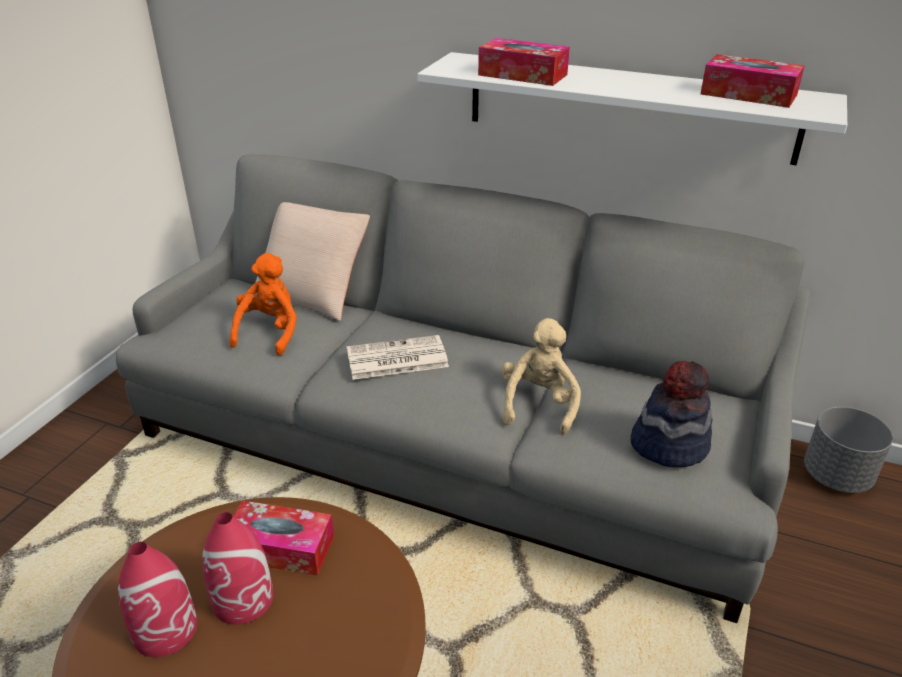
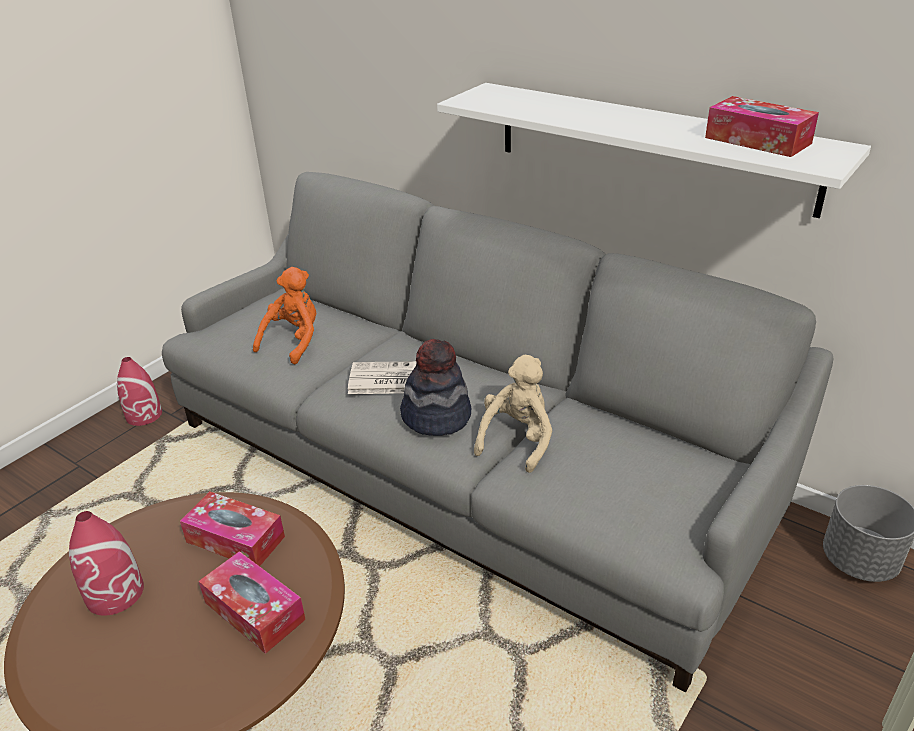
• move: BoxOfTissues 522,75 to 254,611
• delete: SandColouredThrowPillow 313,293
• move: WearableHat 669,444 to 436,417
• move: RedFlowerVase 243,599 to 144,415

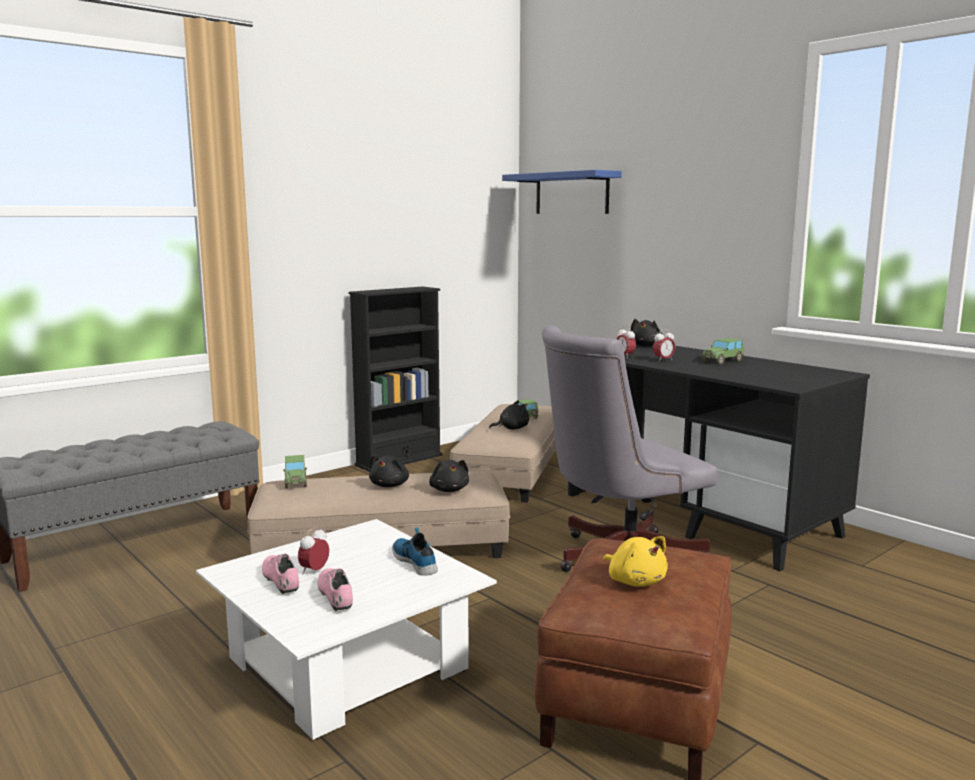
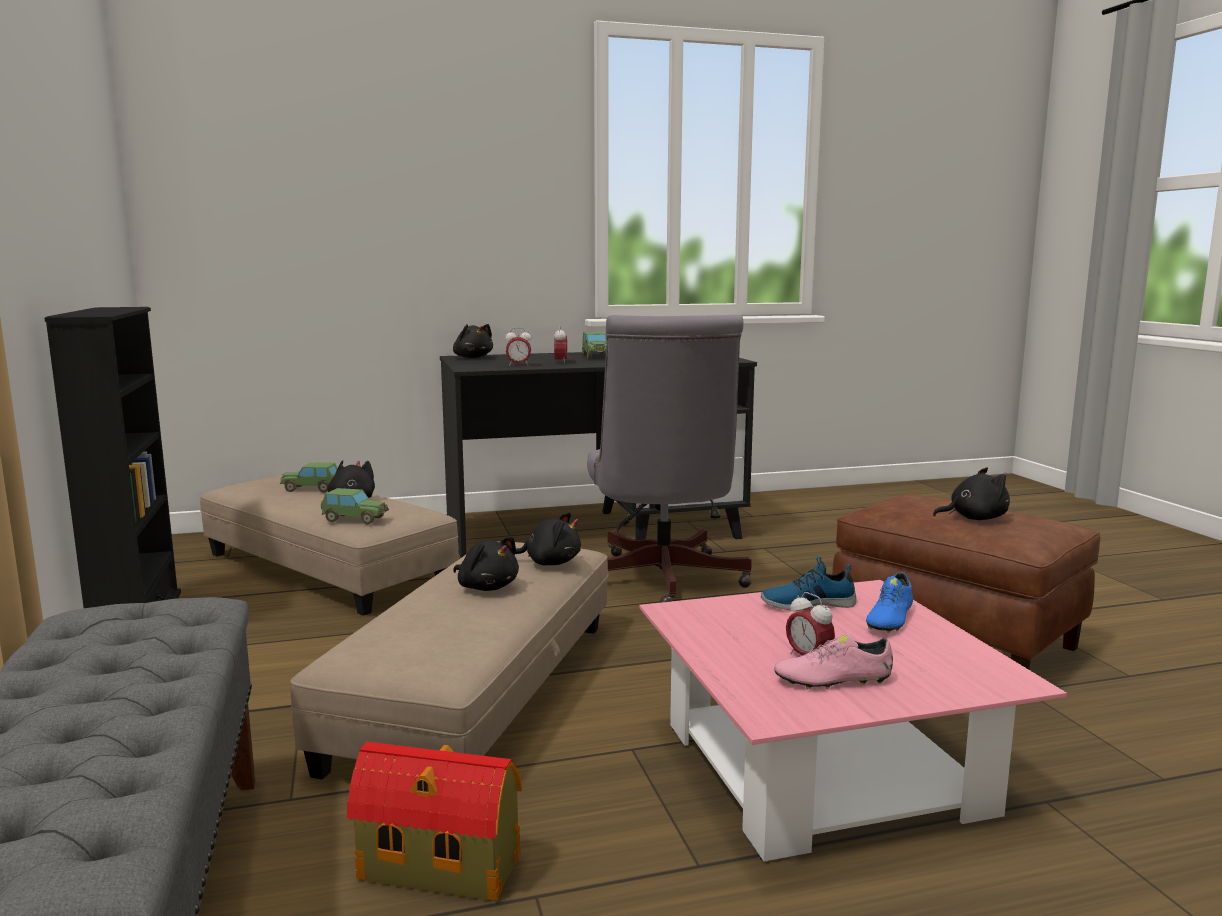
• delete: BluishWallShelf 571,193
• move: MiniatureCar 295,482 to 354,519
• recolor: WhitishLowTable 347,664 to PinkColouredLowTable 822,768
• recolor: YellowishSoftToy 635,581 to BlackColouredSoftToy 974,518
• delete: PinkColouredShoe 336,596
• insert: BluishShoe 889,620
• insert: ModelHouse 443,868

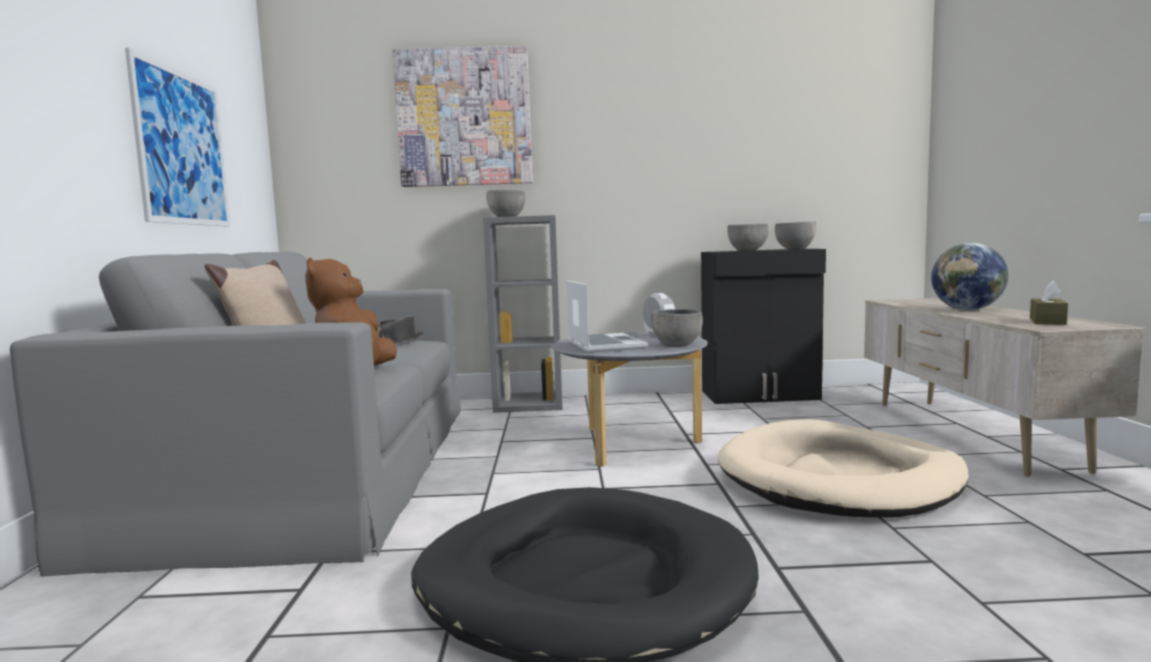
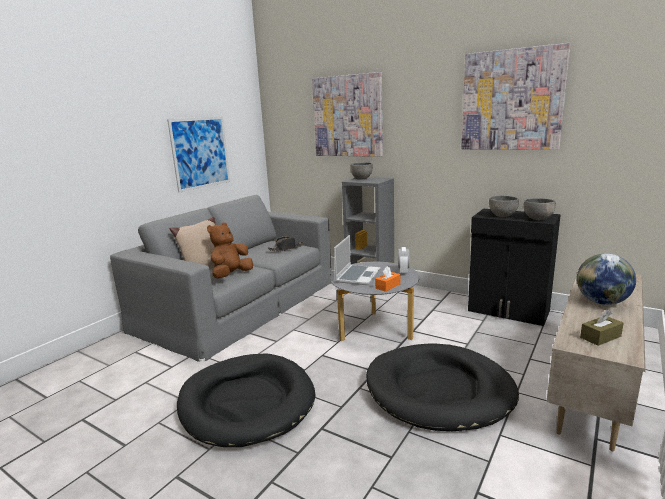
• replace: GreyDeepDish 676,345 to OrangeColouredBoxOfTissues 388,286
• recolor: SandColouredDogBed 838,478 to BlackColouredDogBed 439,390
• insert: Picture 512,100

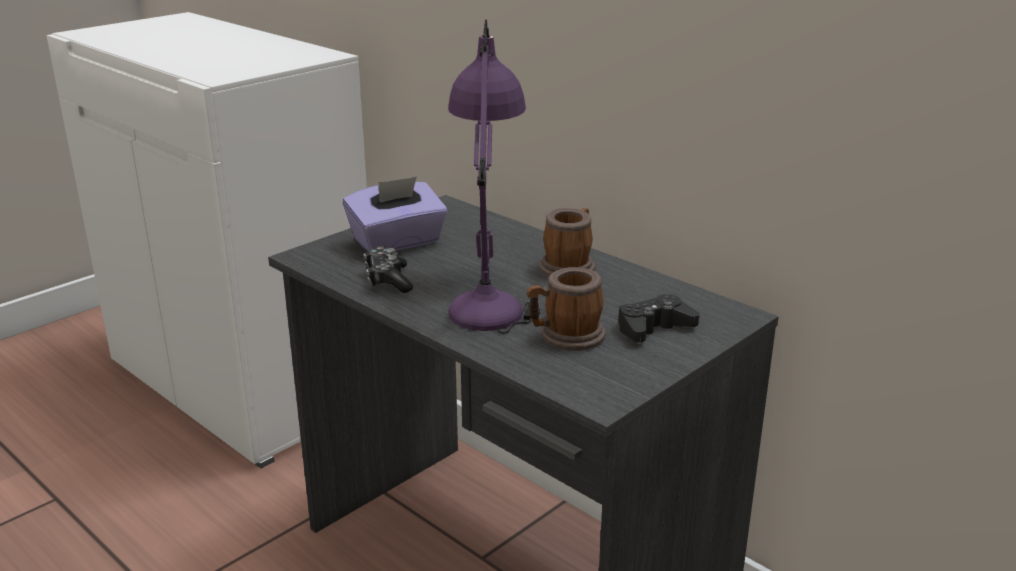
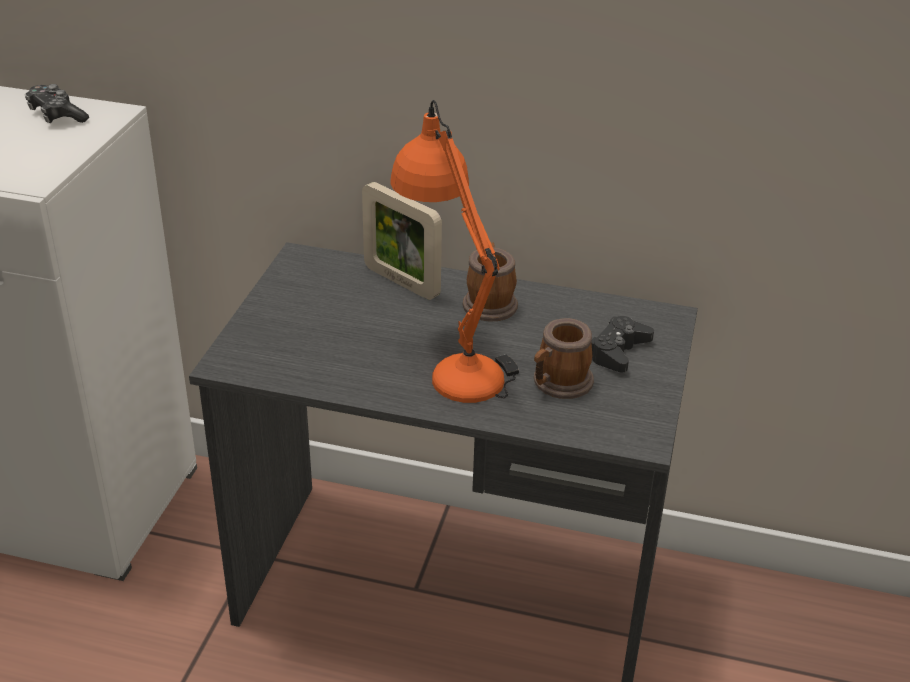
• recolor: PurpleColouredLampForATable 489,294 to OrangeColouredLampForATable 451,357
• delete: PurpleColouredBoxOfTissues 397,243
• move: Gamepad 388,280 to 56,115
• insert: PhotoFrame 401,282

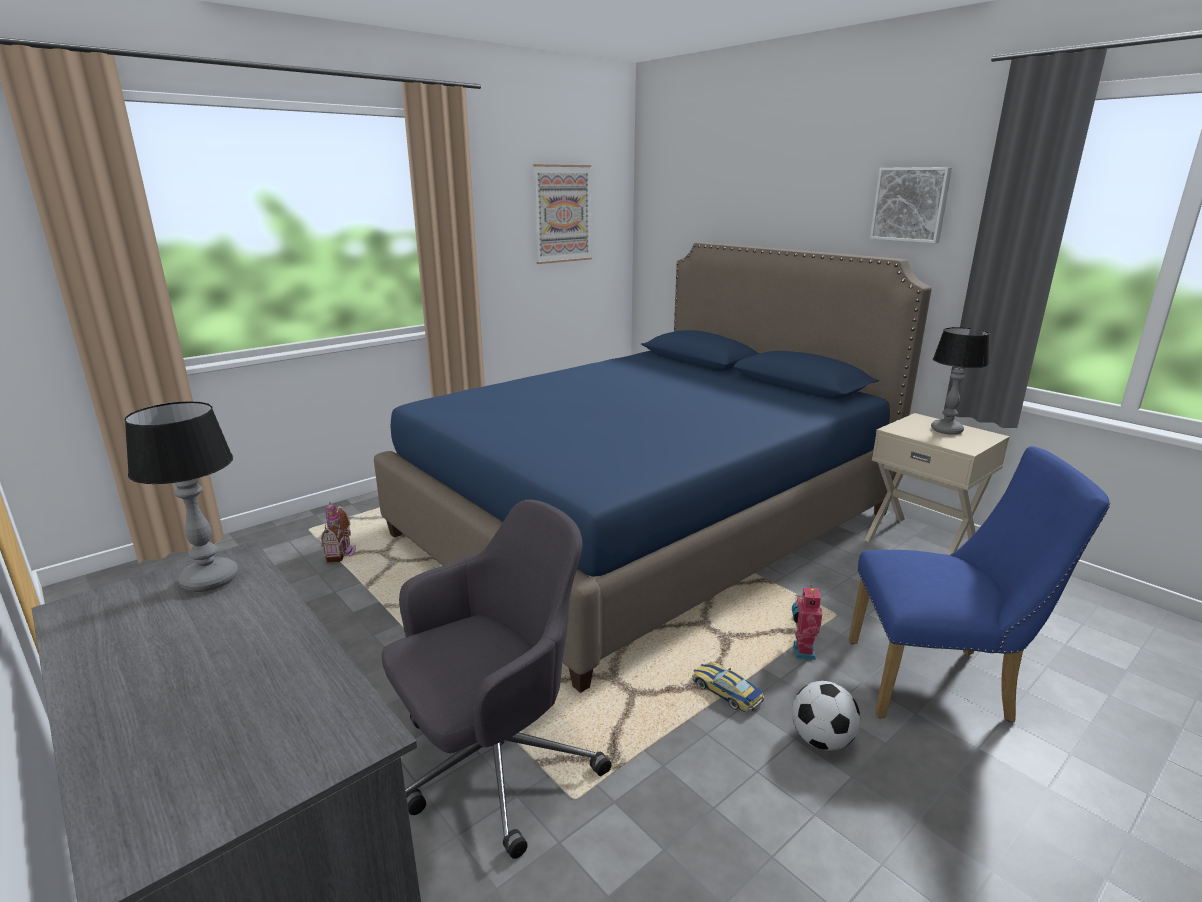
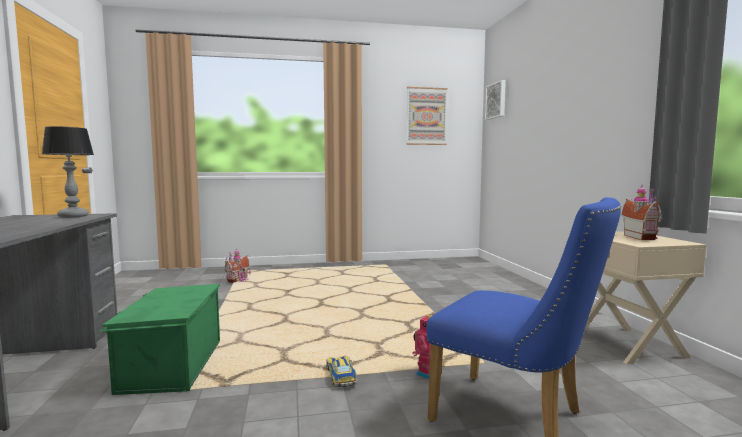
• move: Picture 911,204 to 496,100
• delete: BluishSleepingBed 645,524
• replace: LampForATable 945,430 to ModelHouse 641,237
• replace: GreyComputerChair 494,765 to GreenishStorageBin 170,365
• delete: BallForFootball 822,740

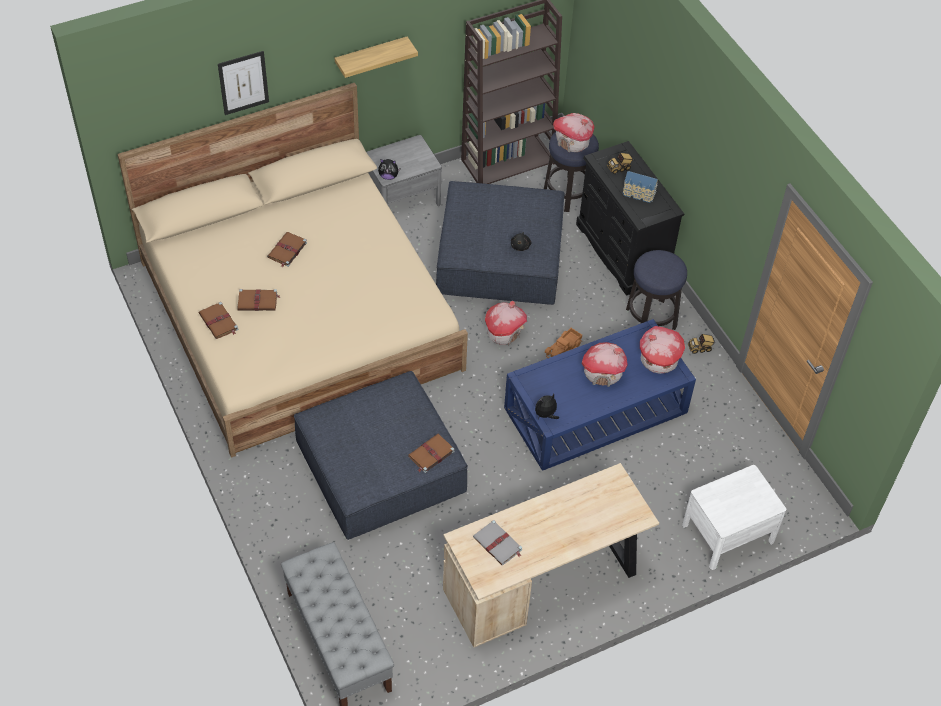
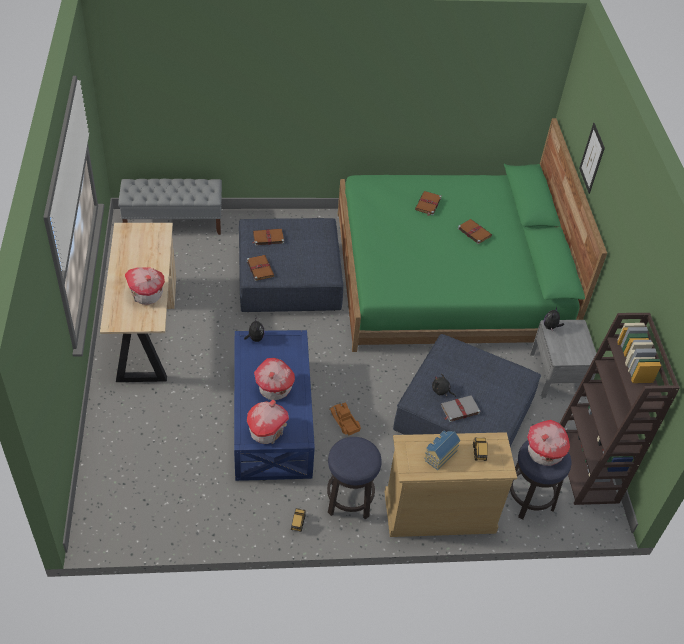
• delete: WallShelf 371,58
• recolor: SandColouredSleepingBed 299,314 to GreenishSleepingBed 449,277
• recolor: BlackColouredDresser 622,251 to SandColouredDresser 439,512
• move: ModelHouse 504,332 to 146,294
• move: BrownBook 219,322 to 267,238
• delete: WhitishNightTable 727,533
• move: GreyBook 498,544 to 459,409

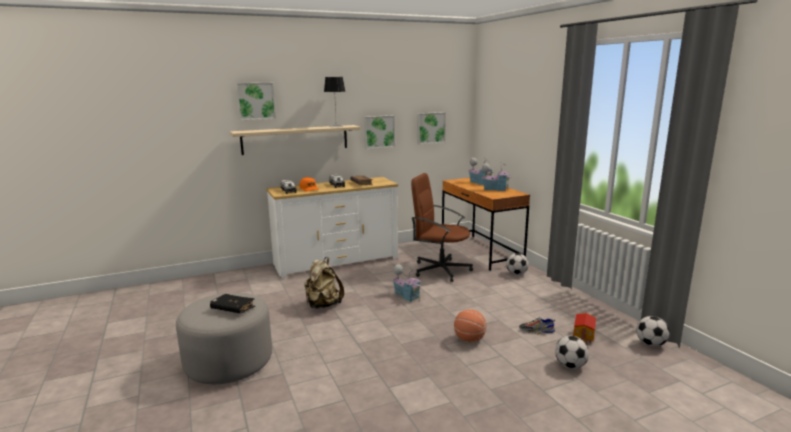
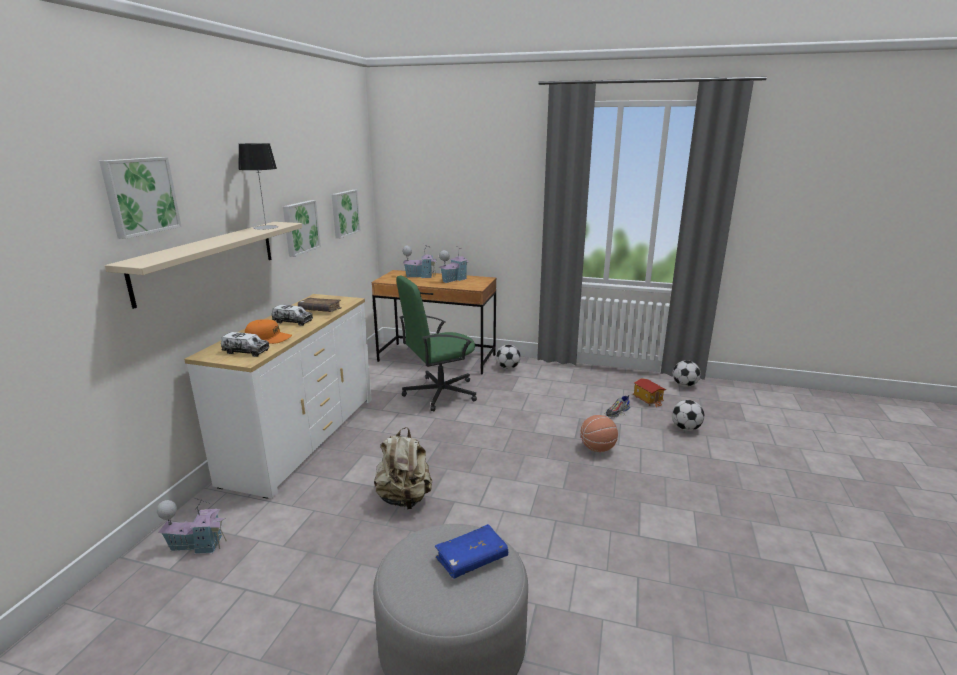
• recolor: BrownComputerChair 440,270 to GreenishComputerChair 439,393
• move: ModelHouse 407,296 to 197,545
• recolor: BlackColouredBook 233,309 to BluishBook 471,559

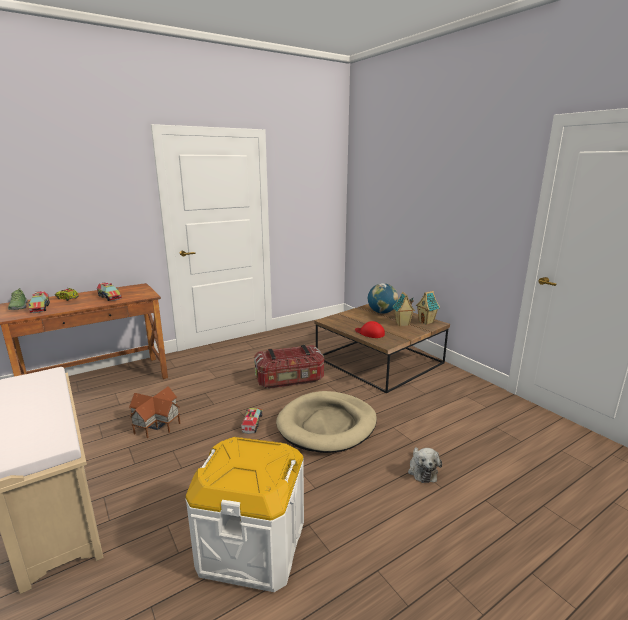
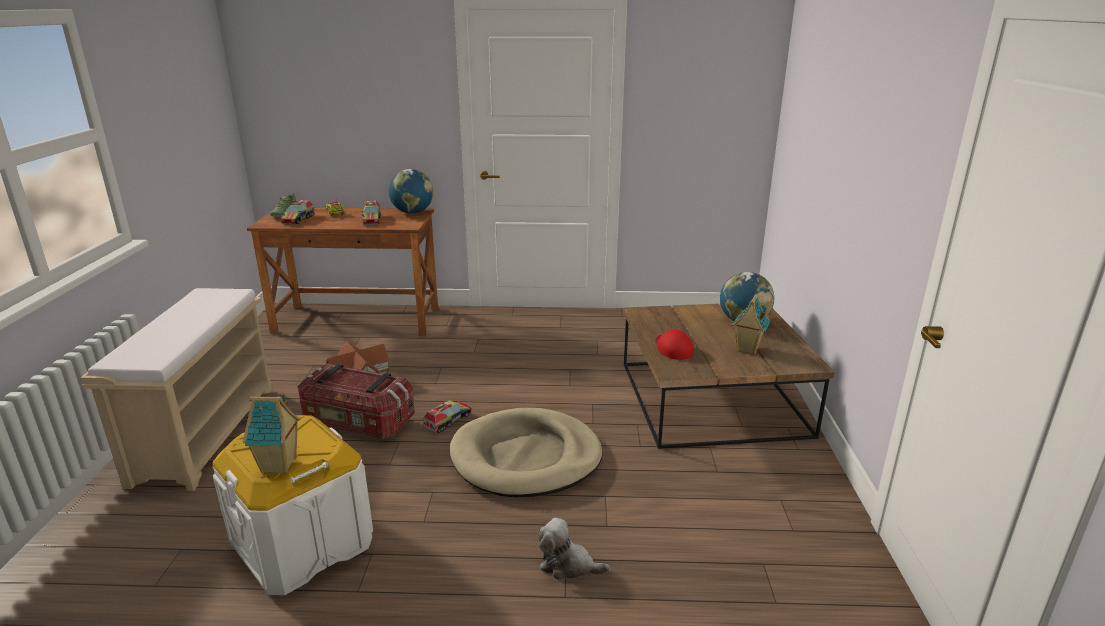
• move: ModelHouse 426,322 to 280,465
• move: StorageBin 290,380 to 358,422
• rotate: SoftToy 422,470 = 568,565 75 degrees clockwise
• insert: DeskGlobe 412,212

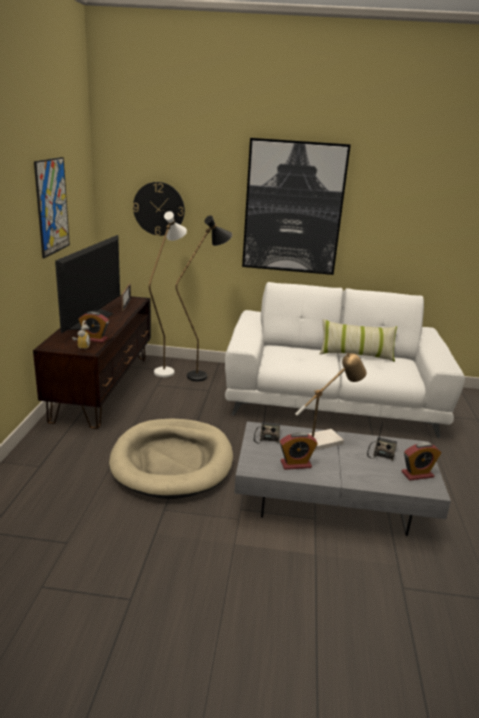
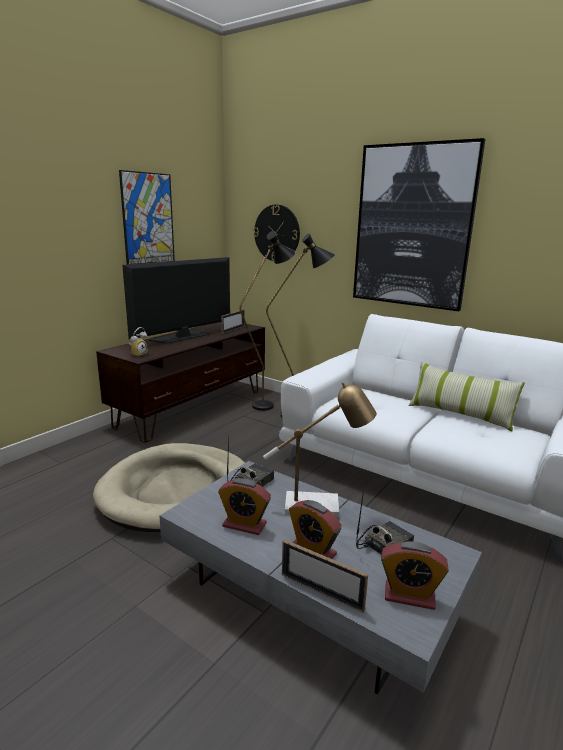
• recolor: WhitishStandingLamp 167,369 to BlackColouredStandingLamp 269,404
• move: BedsideClock 94,339 to 312,551
• insert: PhotoFrame 321,591

